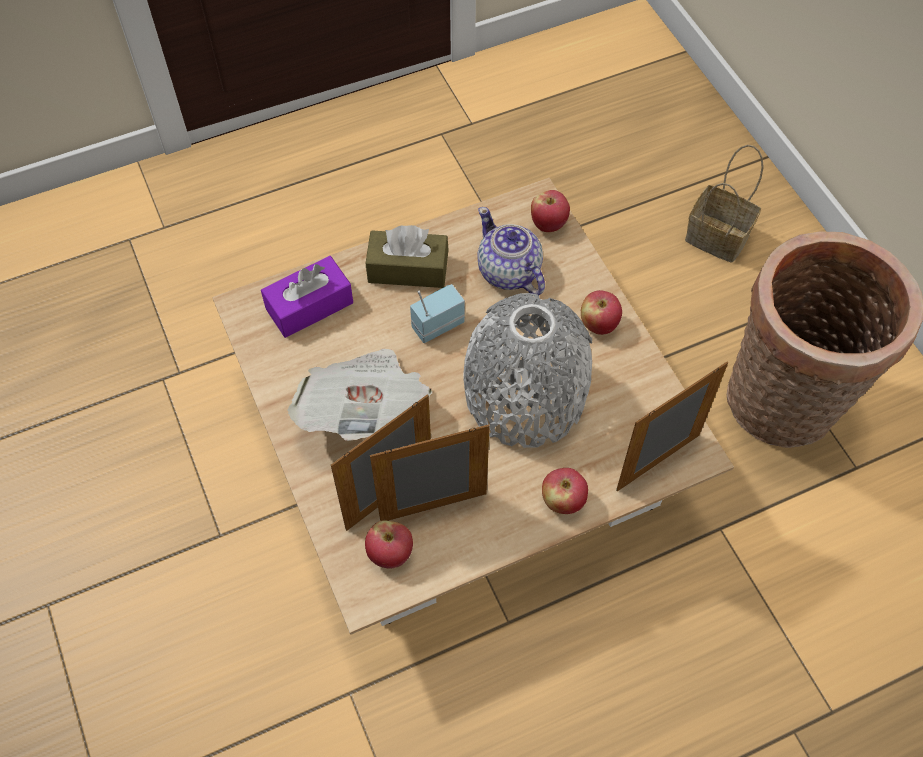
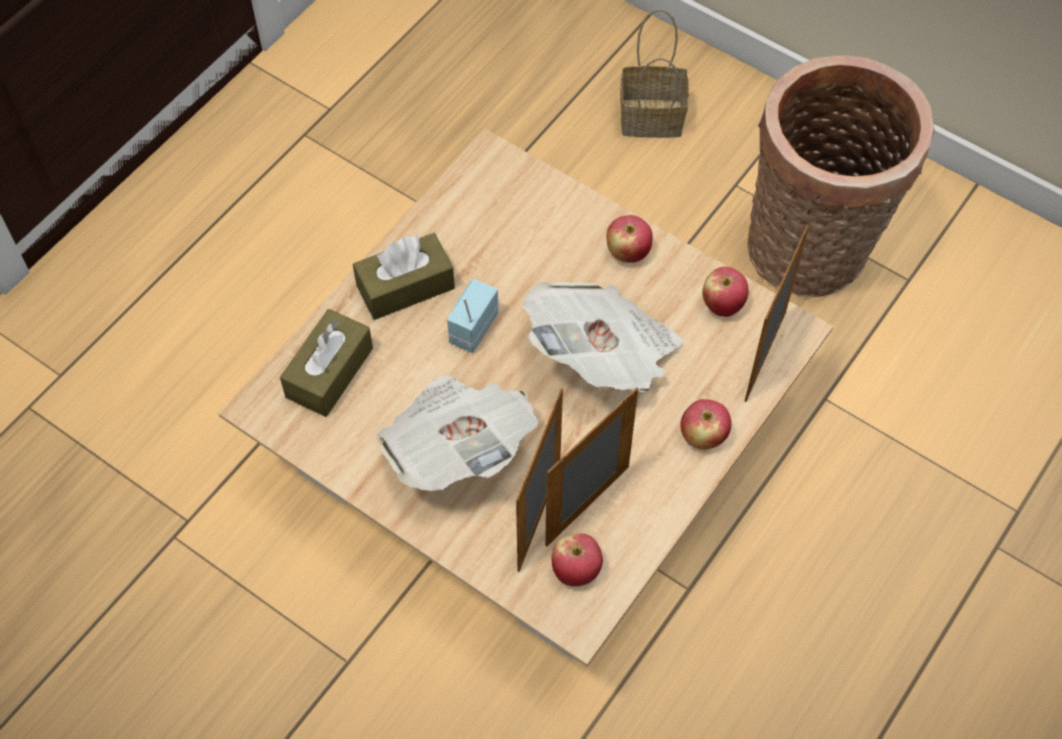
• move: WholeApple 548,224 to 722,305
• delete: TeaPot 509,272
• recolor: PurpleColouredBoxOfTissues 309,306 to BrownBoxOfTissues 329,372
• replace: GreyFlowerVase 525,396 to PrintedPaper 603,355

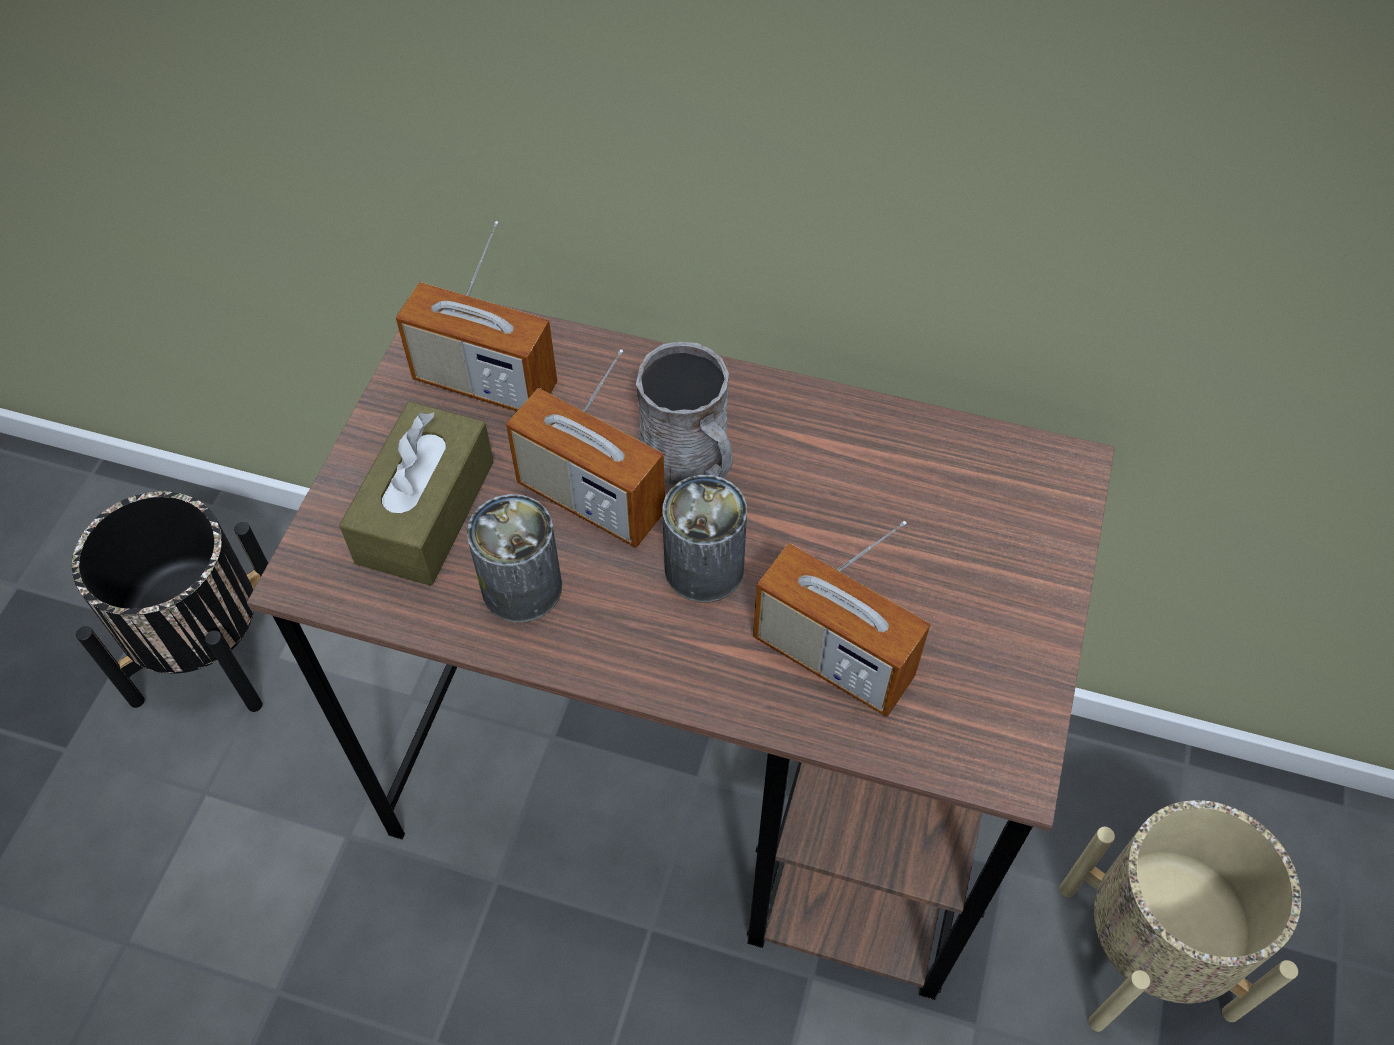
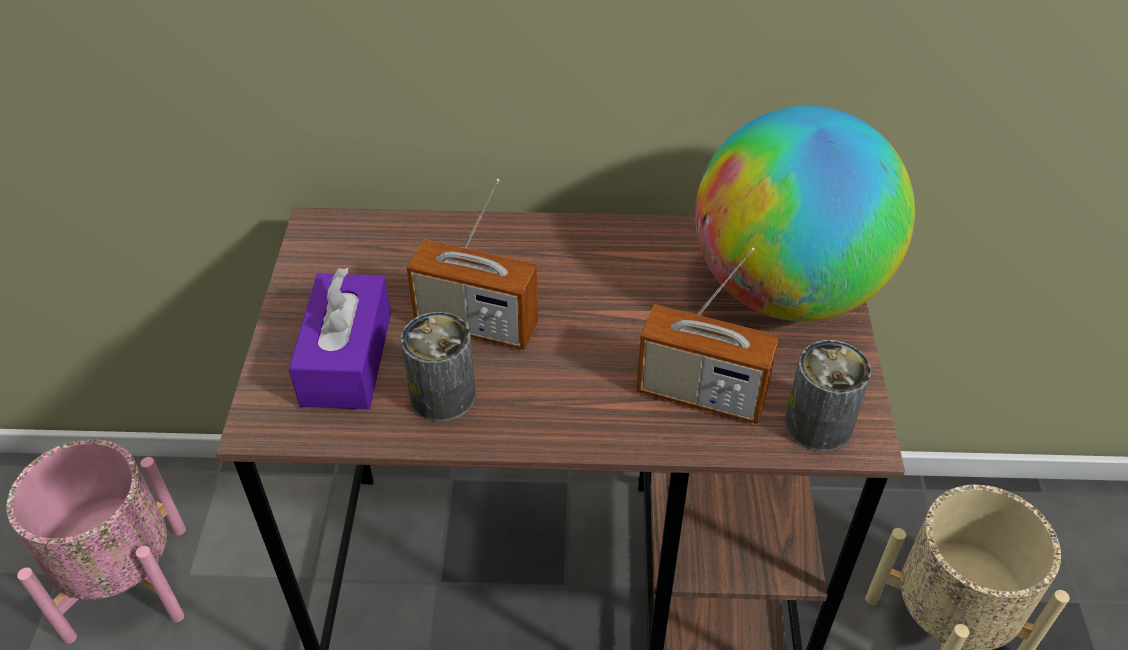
• delete: Radio 485,383
• delete: GreyCoffeeMug 691,460
• recolor: BrownBoxOfTissues 425,511 to PurpleColouredBoxOfTissues 347,358
• move: Can 704,568 to 818,424
• recolor: BlackColouredPlanter 209,650 to PinkColouredPlanter 126,582
• insert: DeskGlobe 785,290

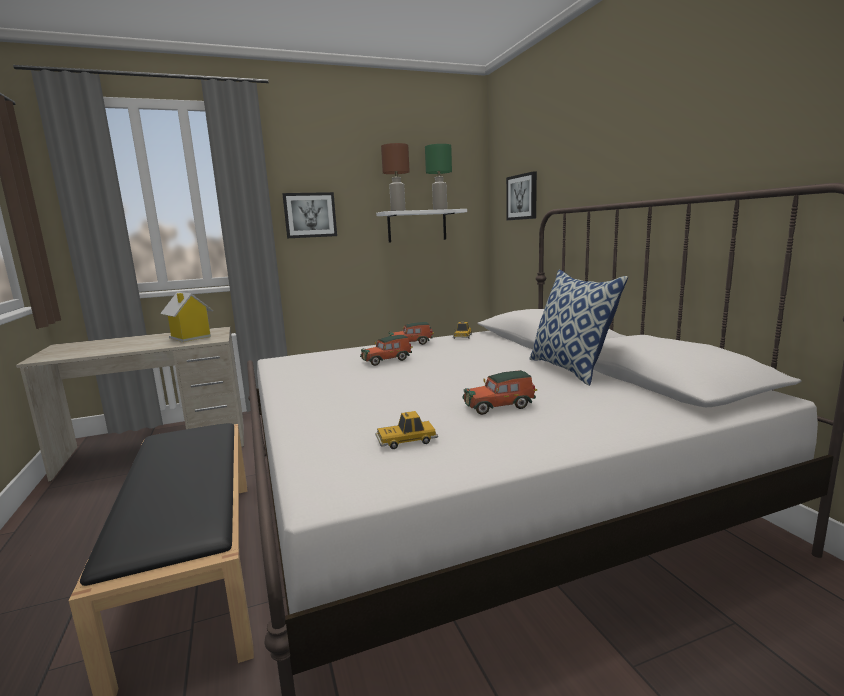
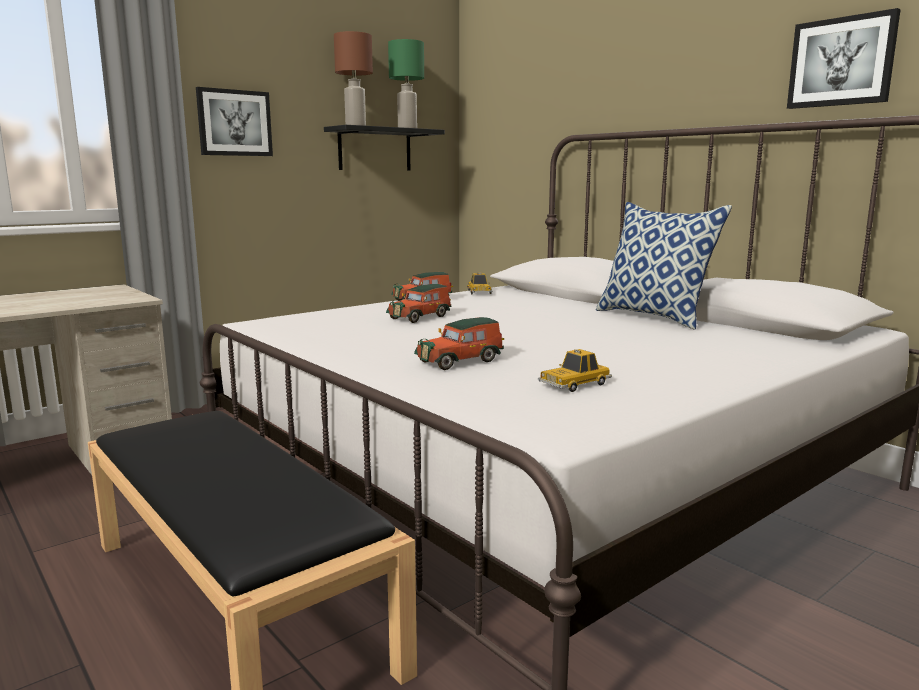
• move: Picture 522,197 to 841,62
• recolor: WhitishWallShelf 417,226 to BlackColouredWallShelf 375,149
• delete: ModelHouse 190,337
• move: MiniatureCar 500,406 to 461,361

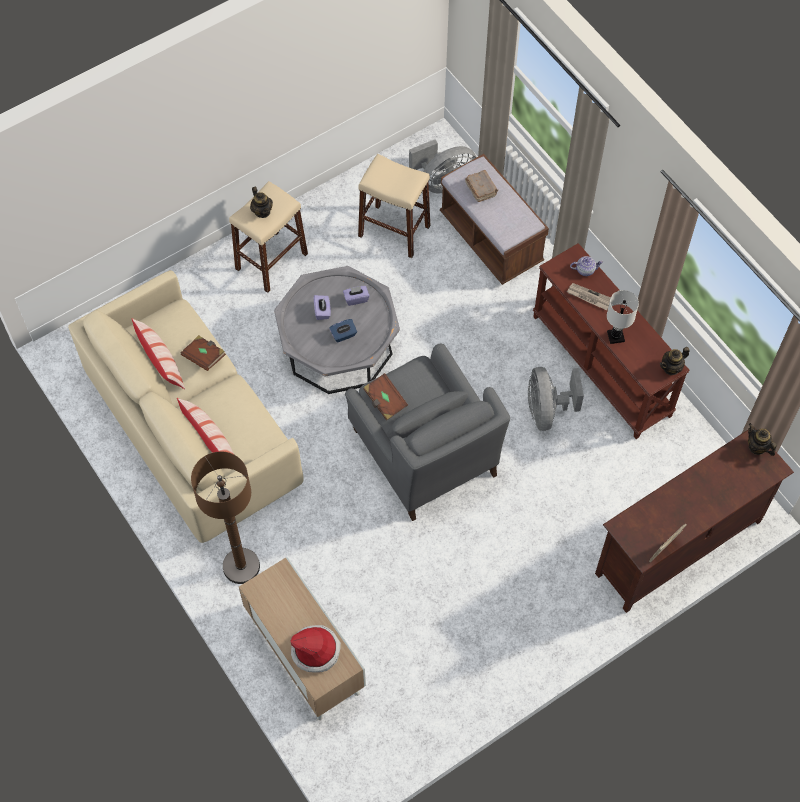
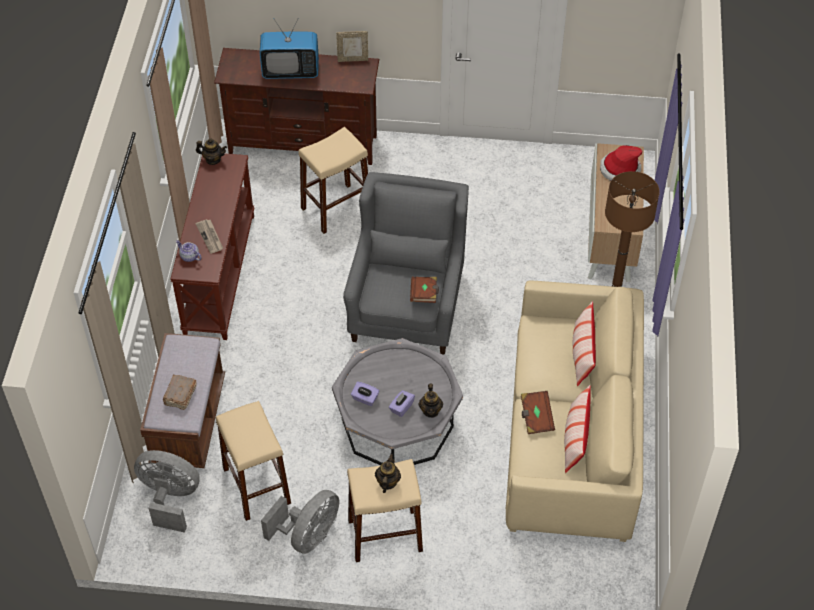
• delete: WhitishLampForATable 616,336
• delete: BluishBoxOfTissues 343,335
• move: GreyCoolingFan 547,410 to 308,535
• move: TeaPot 757,447 to 431,410
• insert: Television 290,71
• insert: SandColouredStoolSeat 336,208

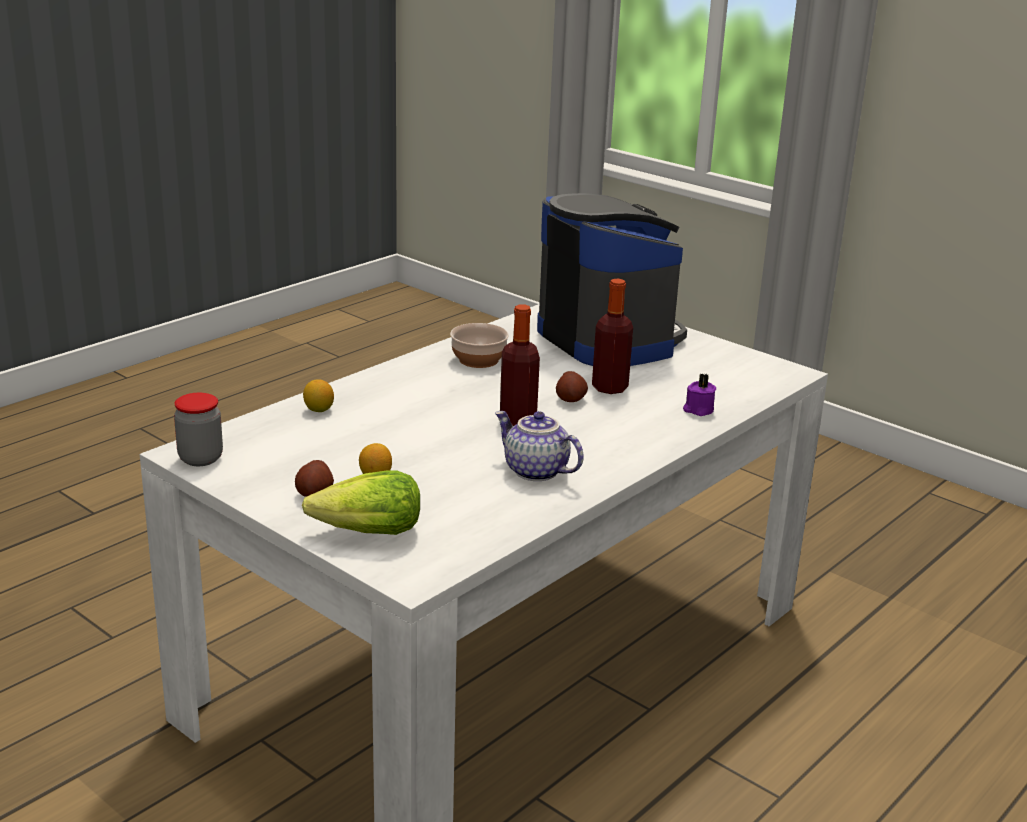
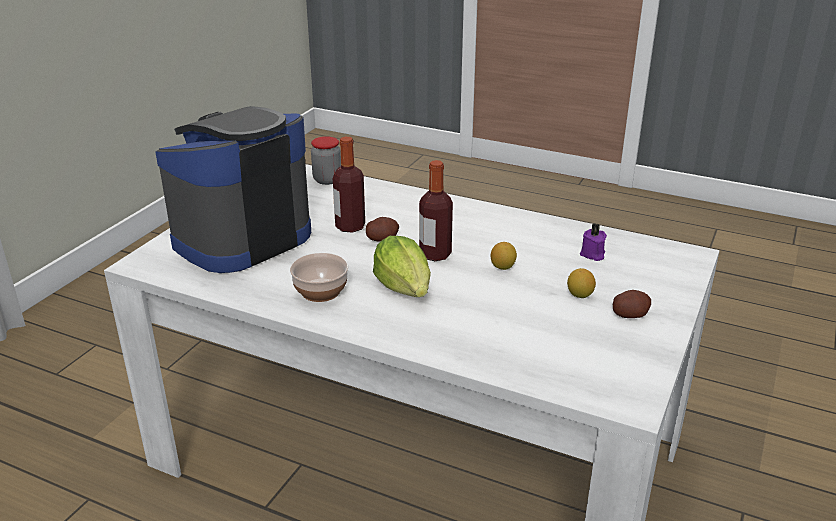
• move: PurpleColouredWaxLight 698,410 to 592,254
• move: WholeLemon 319,410 to 503,267
• move: Jar 200,458 to 327,180
• delete: TeaPot 534,471
• move: Lettuce 369,533 to 405,288

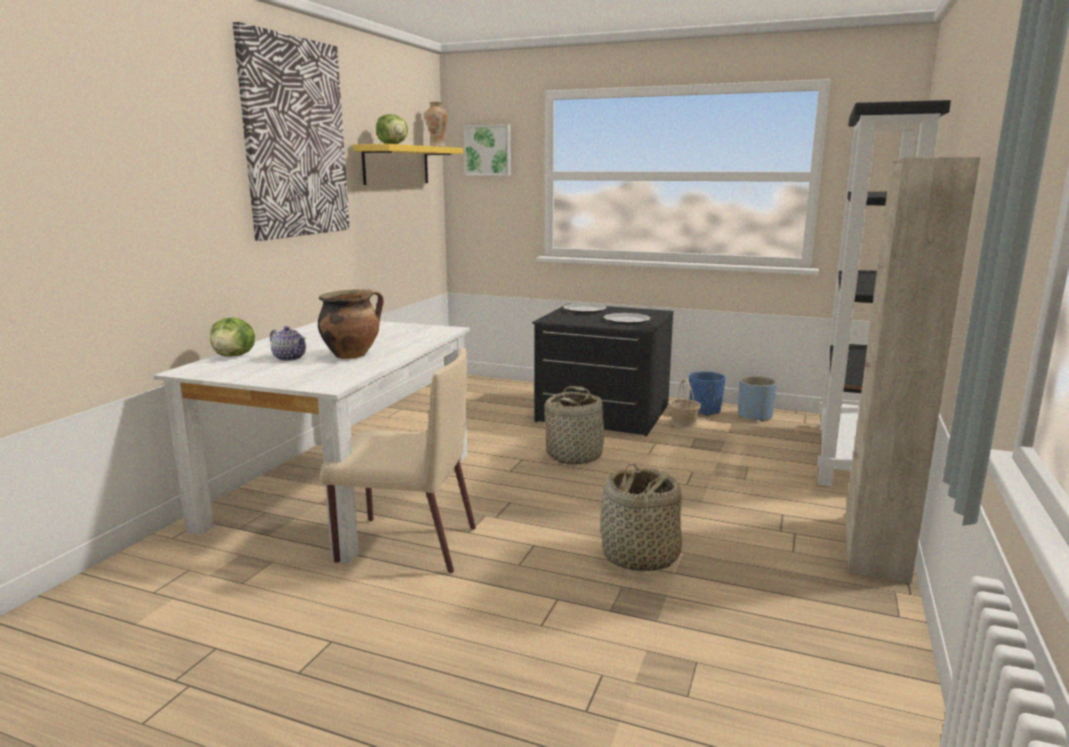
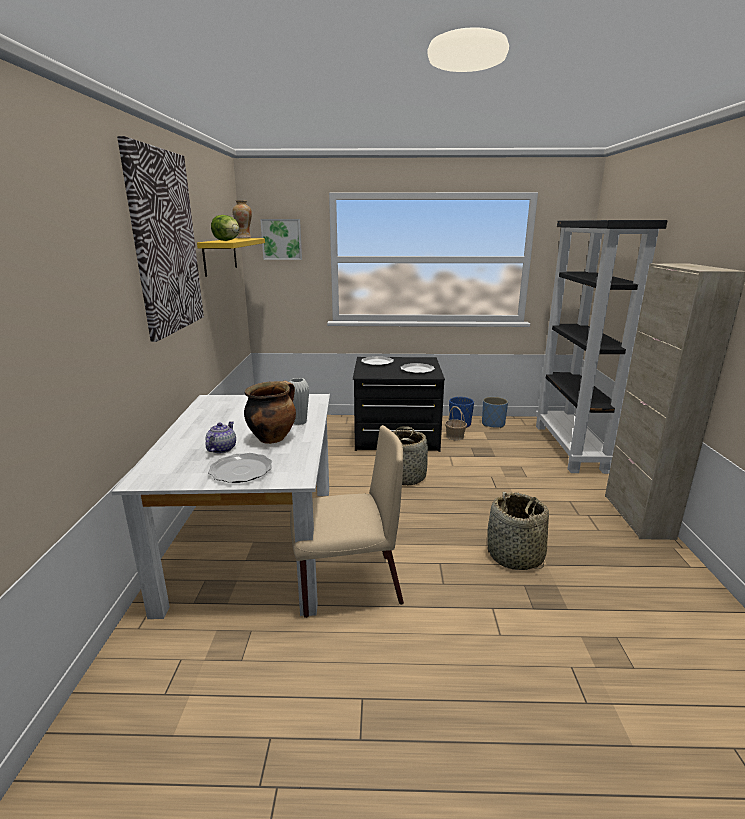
• delete: Lettuce 234,356
• rotate: TeaPot 290,358 = 221,449 90 degrees counterclockwise
• insert: WhitishFlowerVase 299,422
• insert: Plate 241,470

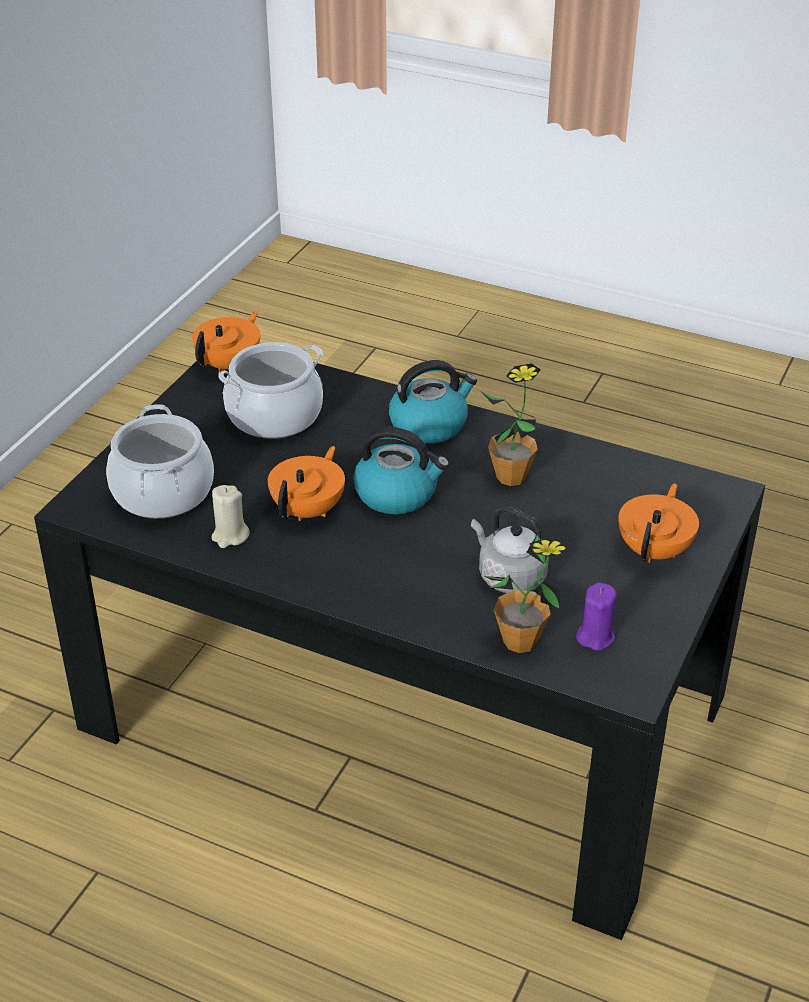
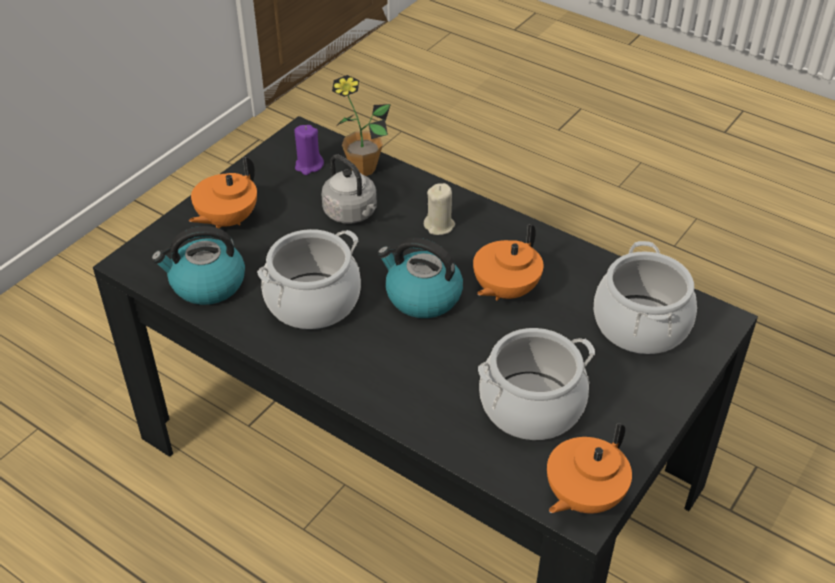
• move: WaterKettle 429,424 to 206,284
• replace: Houseplant 511,476 to CookingPot 312,301
• move: SandColouredWaxLight 230,536 to 439,226

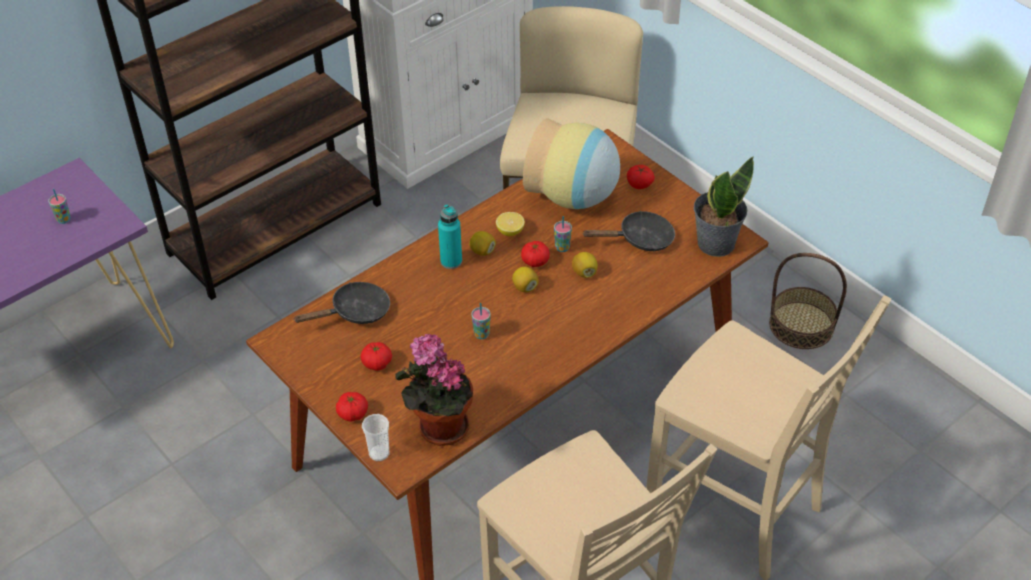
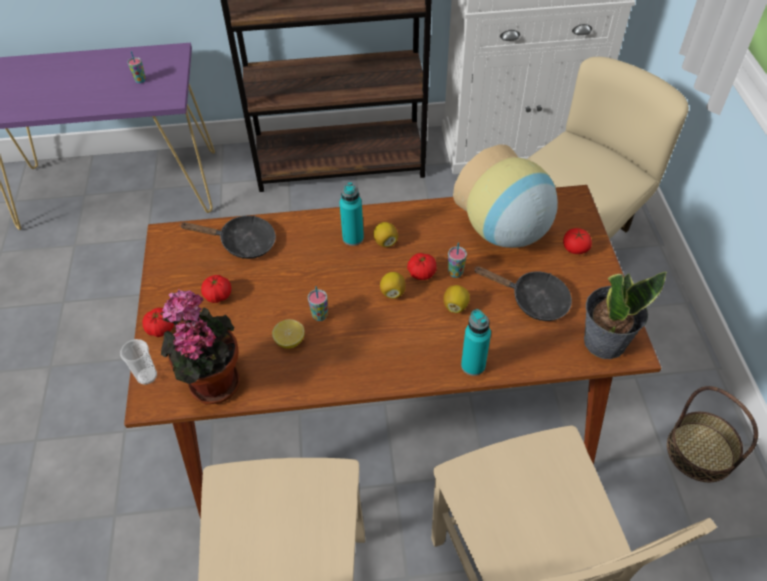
• move: WholeLemon 510,231 to 290,341
• insert: BlueGreenDrinkBottle 473,365

